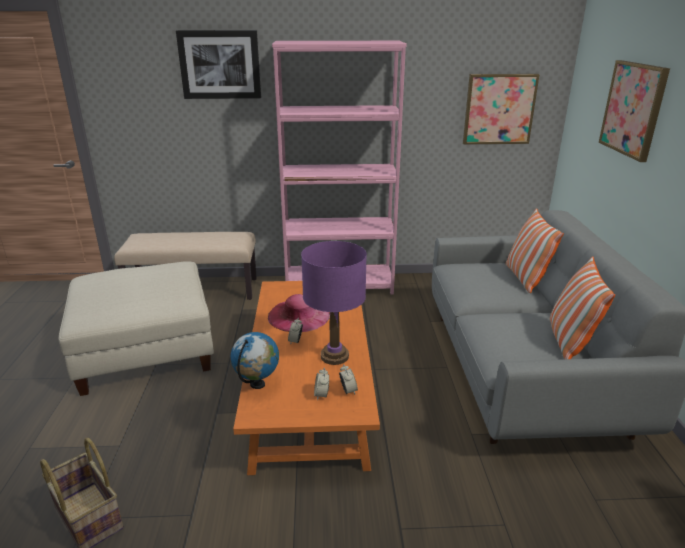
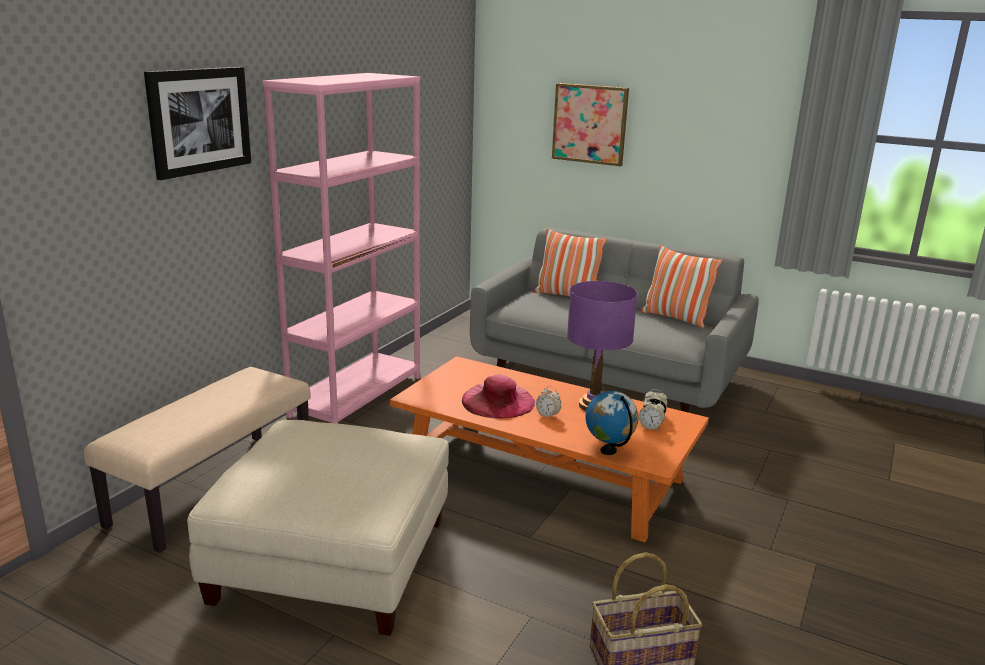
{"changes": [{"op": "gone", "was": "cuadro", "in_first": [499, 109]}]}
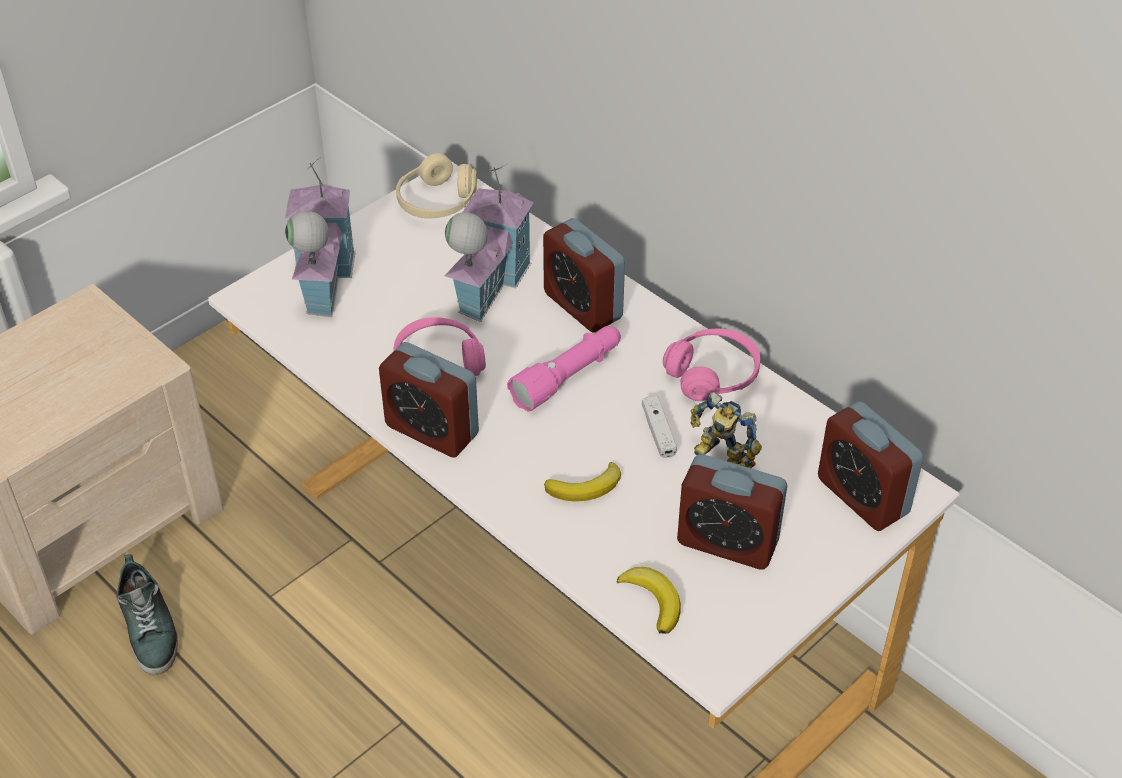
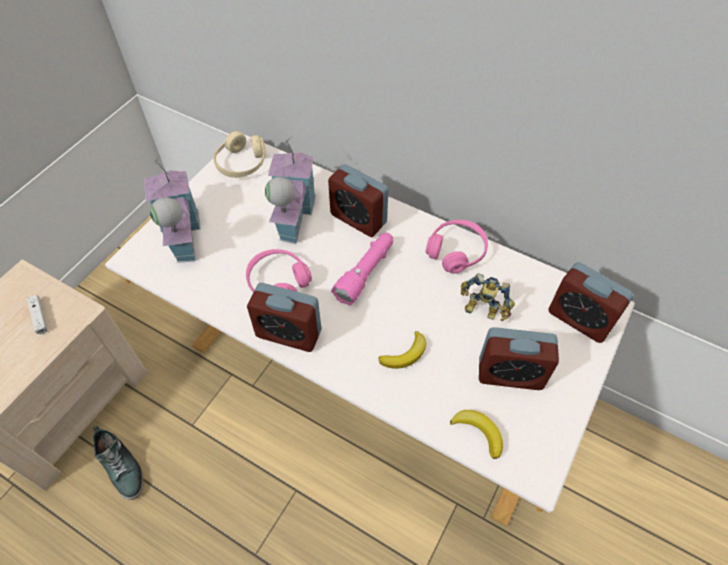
{"changes": [{"op": "shifted", "was": "mando de consola (blanco)", "in_first": [658, 432], "in_second": [39, 317]}]}
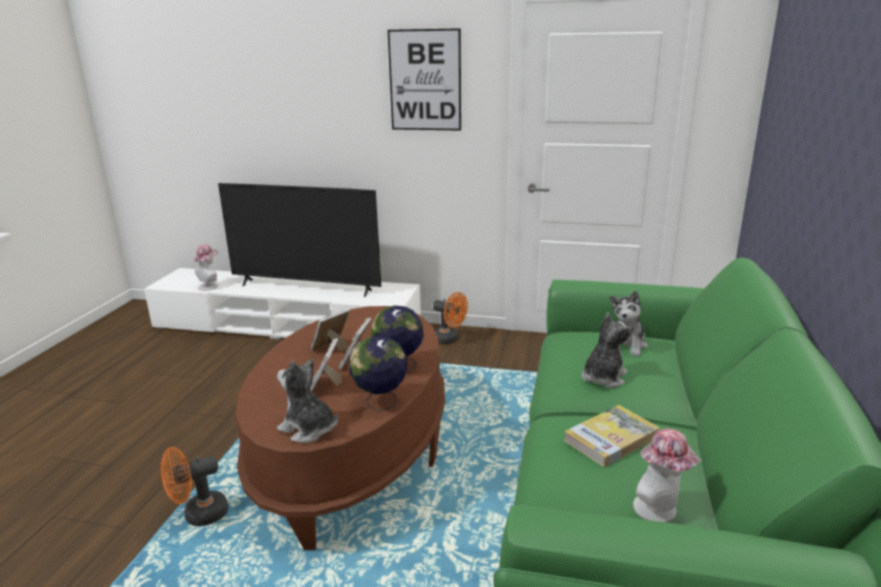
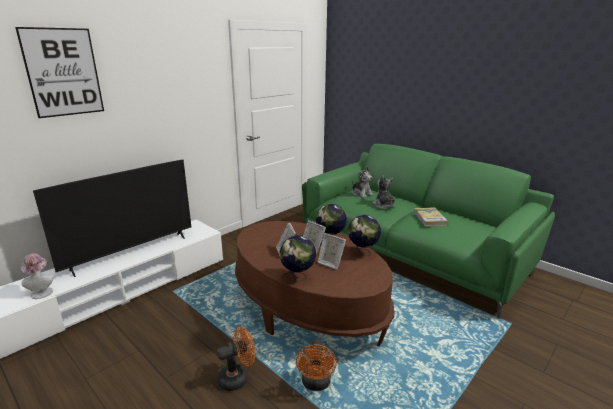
{"changes": [{"op": "gone", "was": "peluche", "in_first": [308, 429]}, {"op": "gone", "was": "sombrero", "in_first": [660, 511]}, {"op": "new", "now": "globo terráqueo", "in_second": [298, 278]}, {"op": "shifted", "was": "cuadro", "in_first": [425, 80], "in_second": [63, 72]}, {"op": "shifted", "was": "ventilador (naranja)", "in_first": [449, 339], "in_second": [238, 377]}]}
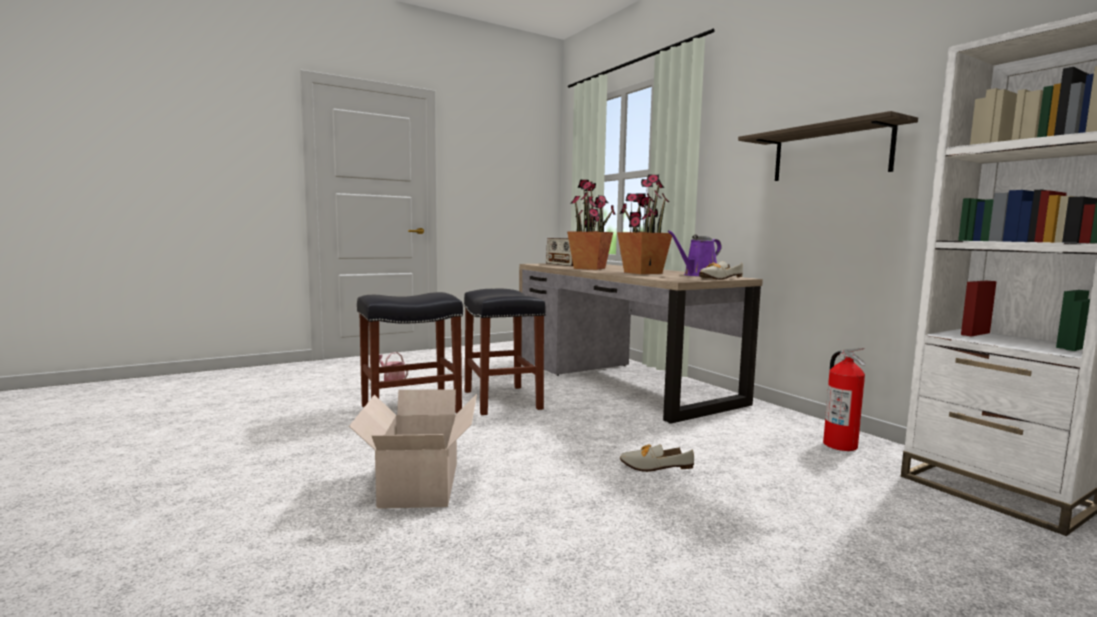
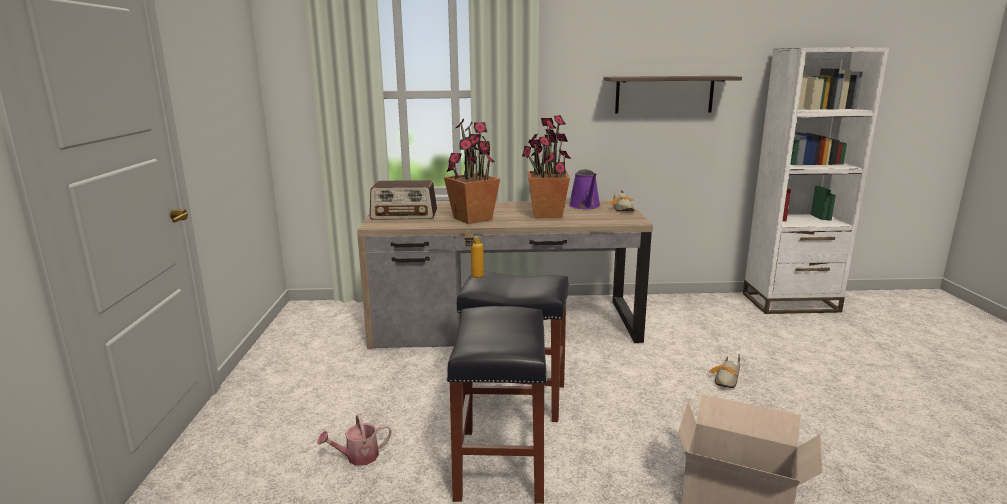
{"changes": [{"op": "gone", "was": "extintor", "in_first": [840, 445]}, {"op": "new", "now": "botella", "in_second": [474, 277]}]}
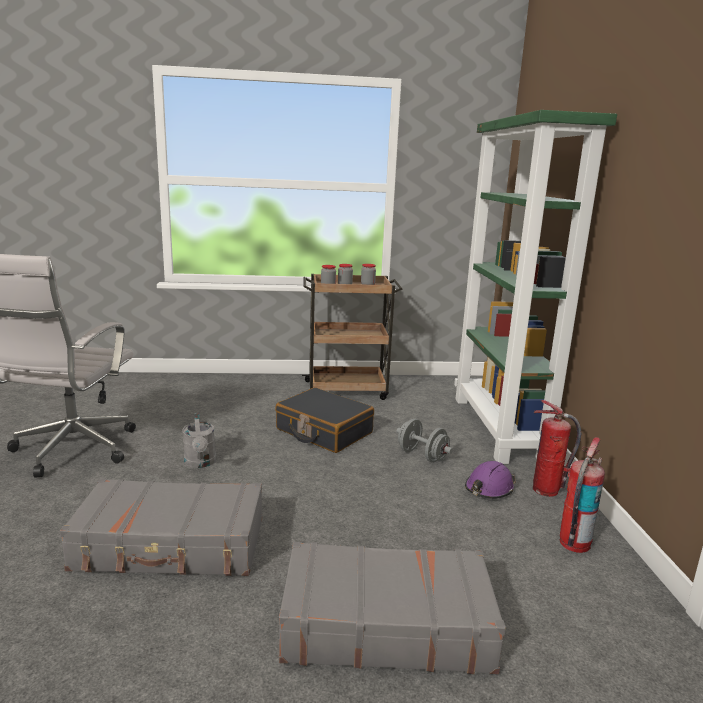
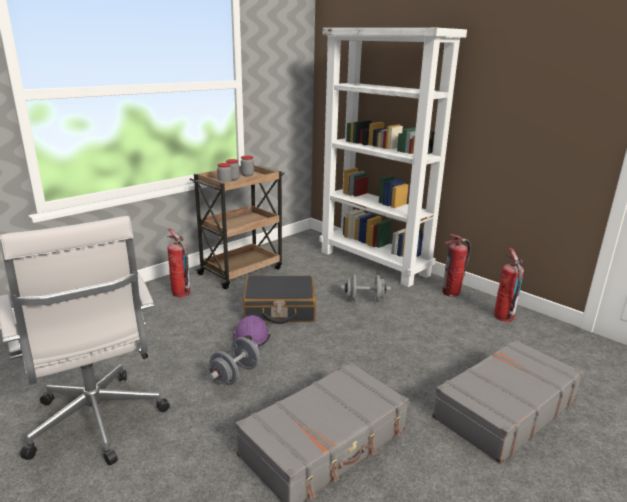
{"changes": [{"op": "new", "now": "extintor", "in_second": [181, 293]}, {"op": "shifted", "was": "casco (morado)", "in_first": [488, 489], "in_second": [251, 339]}, {"op": "swapped", "was": "regadera (gris)", "now": "mancuerna (gris)", "in_first": [200, 463], "in_second": [235, 375]}, {"op": "repainted", "was": "estantería (verde)", "now": "estantería (blanco)", "in_first": [499, 428], "in_second": [375, 263]}]}
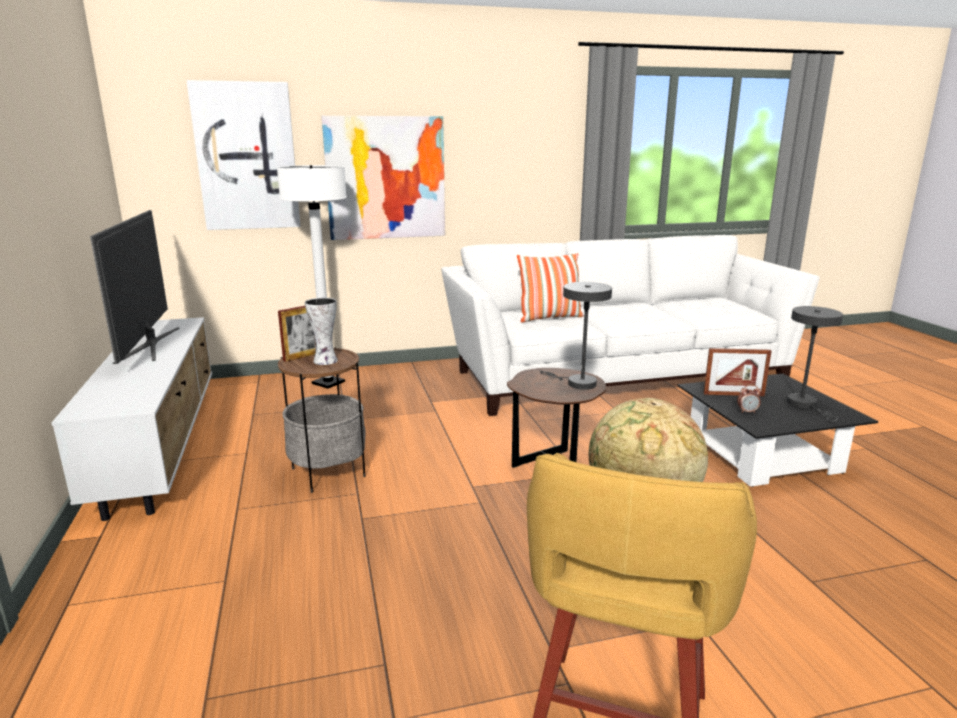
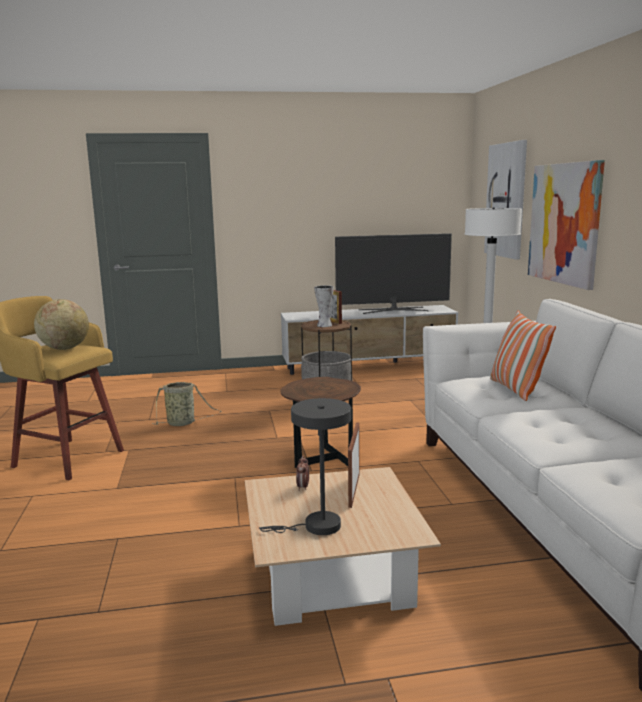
{"changes": [{"op": "gone", "was": "lámpara de mesa (gris)", "in_first": [577, 383]}, {"op": "new", "now": "cesta", "in_second": [183, 423]}, {"op": "repainted", "was": "mesa de centro (negro)", "now": "mesa de centro (beis)", "in_first": [762, 455], "in_second": [333, 575]}]}
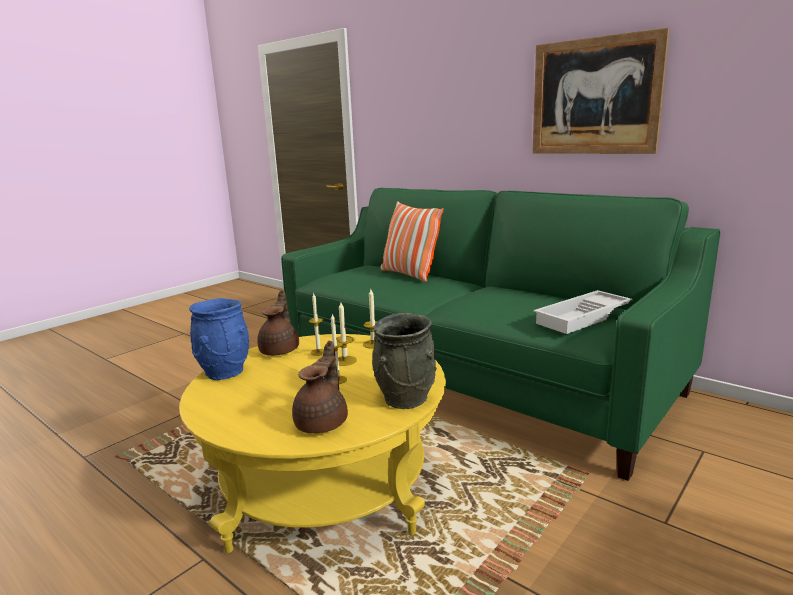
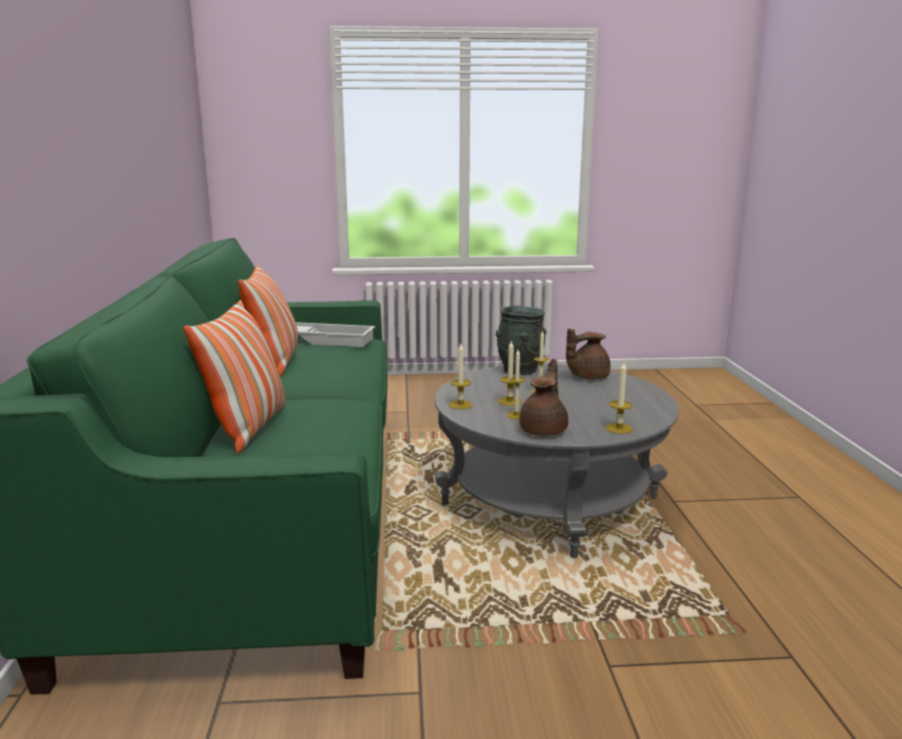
{"changes": [{"op": "gone", "was": "cuadro", "in_first": [594, 97]}, {"op": "new", "now": "cojín", "in_second": [275, 361]}, {"op": "swapped", "was": "florero (azul)", "now": "vela", "in_first": [225, 372], "in_second": [619, 428]}, {"op": "repainted", "was": "mesa de centro (amarillo)", "now": "mesa de centro (gris)", "in_first": [326, 485], "in_second": [549, 501]}, {"op": "rotated", "was": "tetera (marrón)", "in_first": [280, 350], "in_second": [544, 430], "clockwise": 150}]}
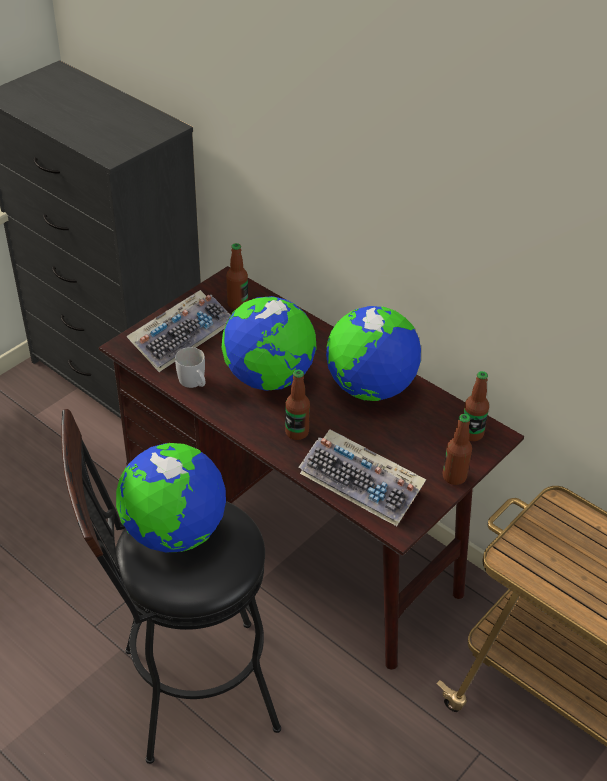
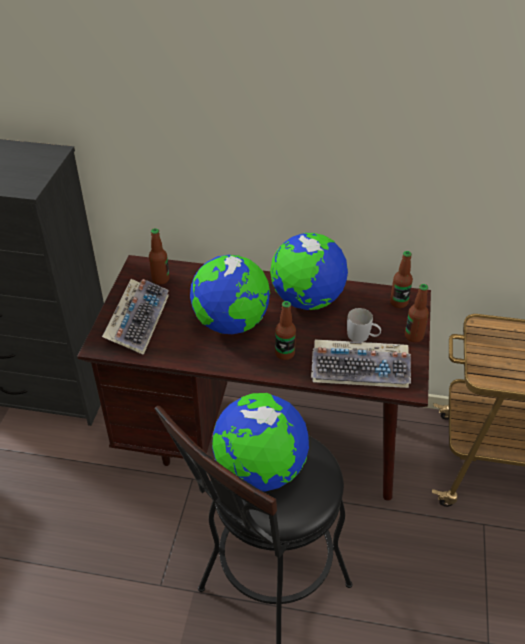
{"changes": [{"op": "shifted", "was": "taza grande (blanco)", "in_first": [194, 383], "in_second": [362, 337]}]}
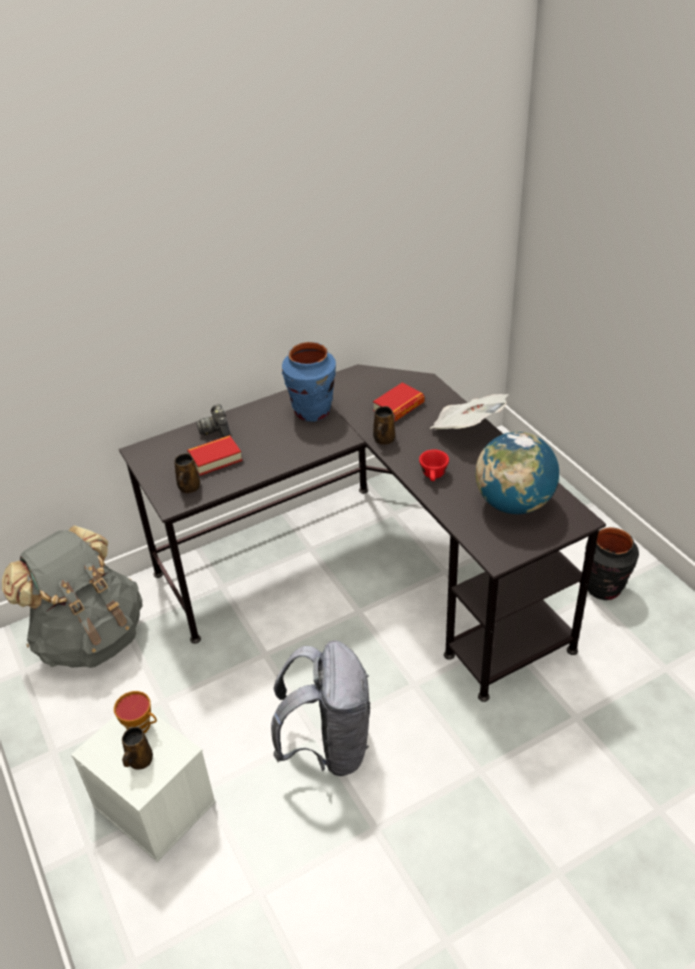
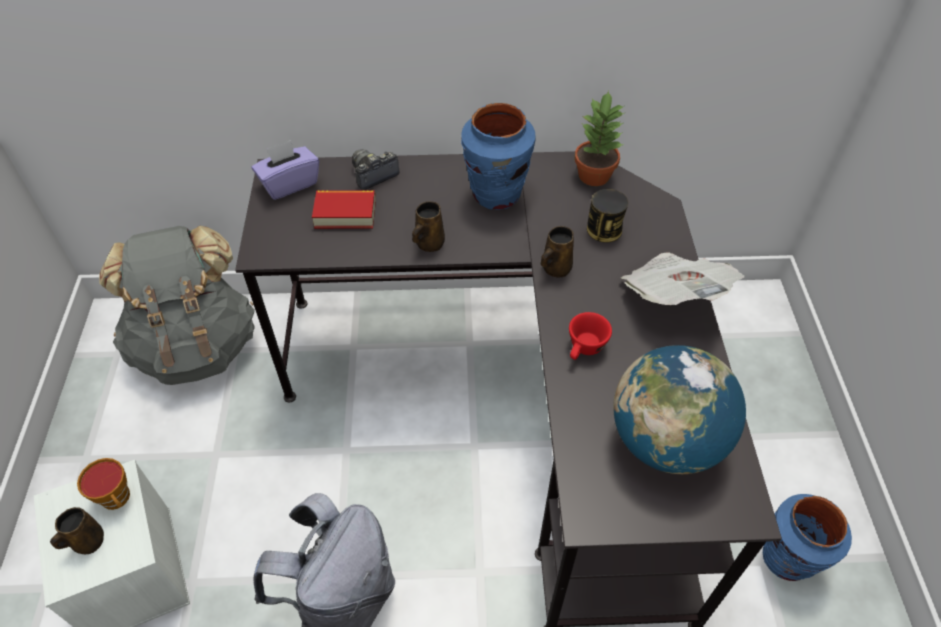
{"changes": [{"op": "new", "now": "caja de pañuelos (morado)", "in_second": [289, 184]}, {"op": "new", "now": "planta en maceta", "in_second": [595, 175]}, {"op": "shifted", "was": "taza grande (marrón)", "in_first": [188, 488], "in_second": [428, 244]}, {"op": "swapped", "was": "libro", "now": "lata", "in_first": [398, 407], "in_second": [604, 229]}, {"op": "repainted", "was": "florero (negro)", "now": "florero (azul)", "in_first": [604, 588], "in_second": [787, 558]}, {"op": "rotated", "was": "cámara", "in_first": [216, 429], "in_second": [373, 175], "clockwise": 45}]}
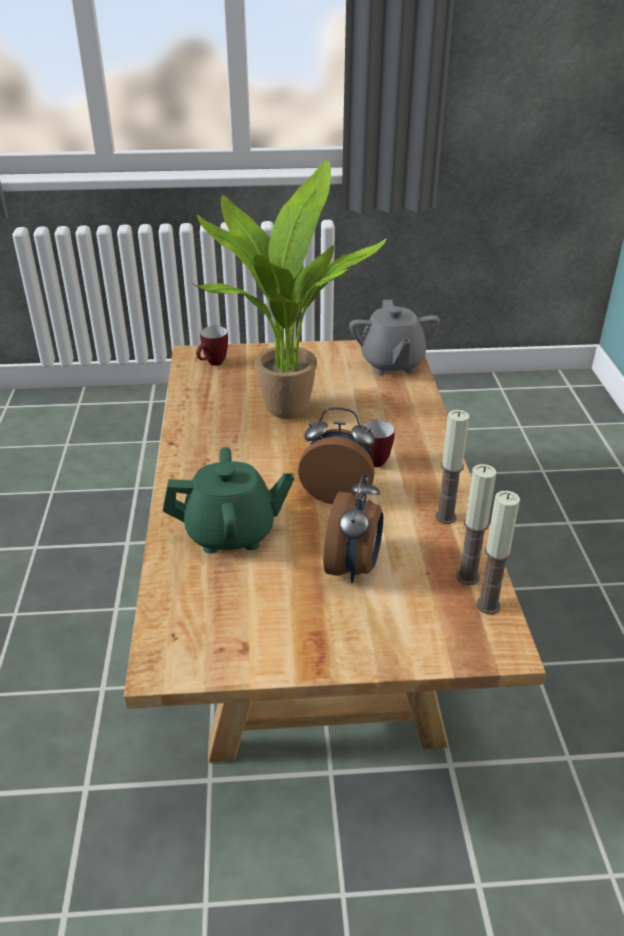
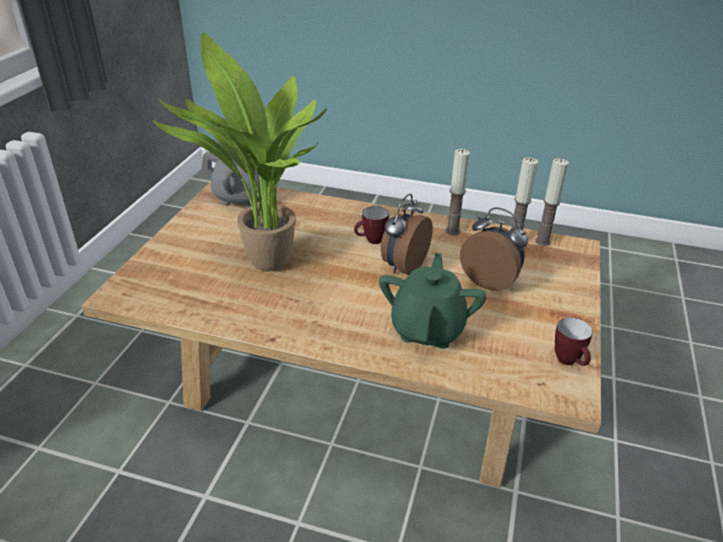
{"changes": [{"op": "shifted", "was": "taza grande", "in_first": [213, 364], "in_second": [569, 362]}]}
